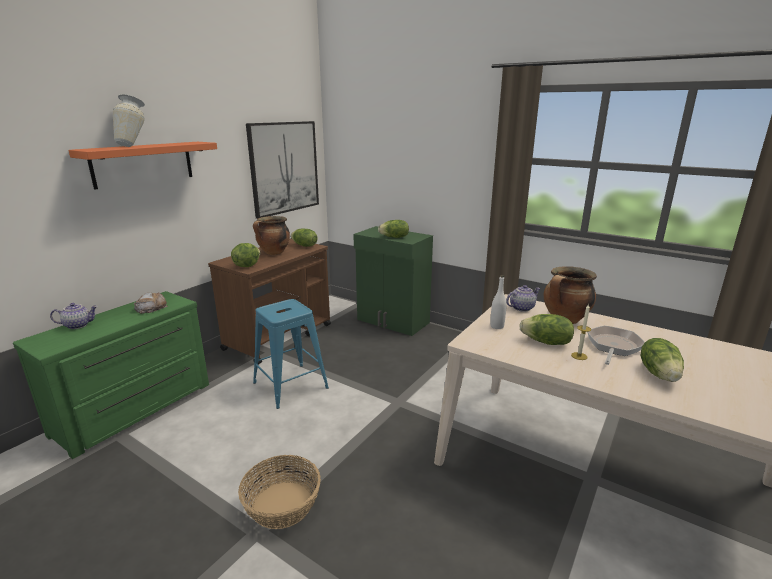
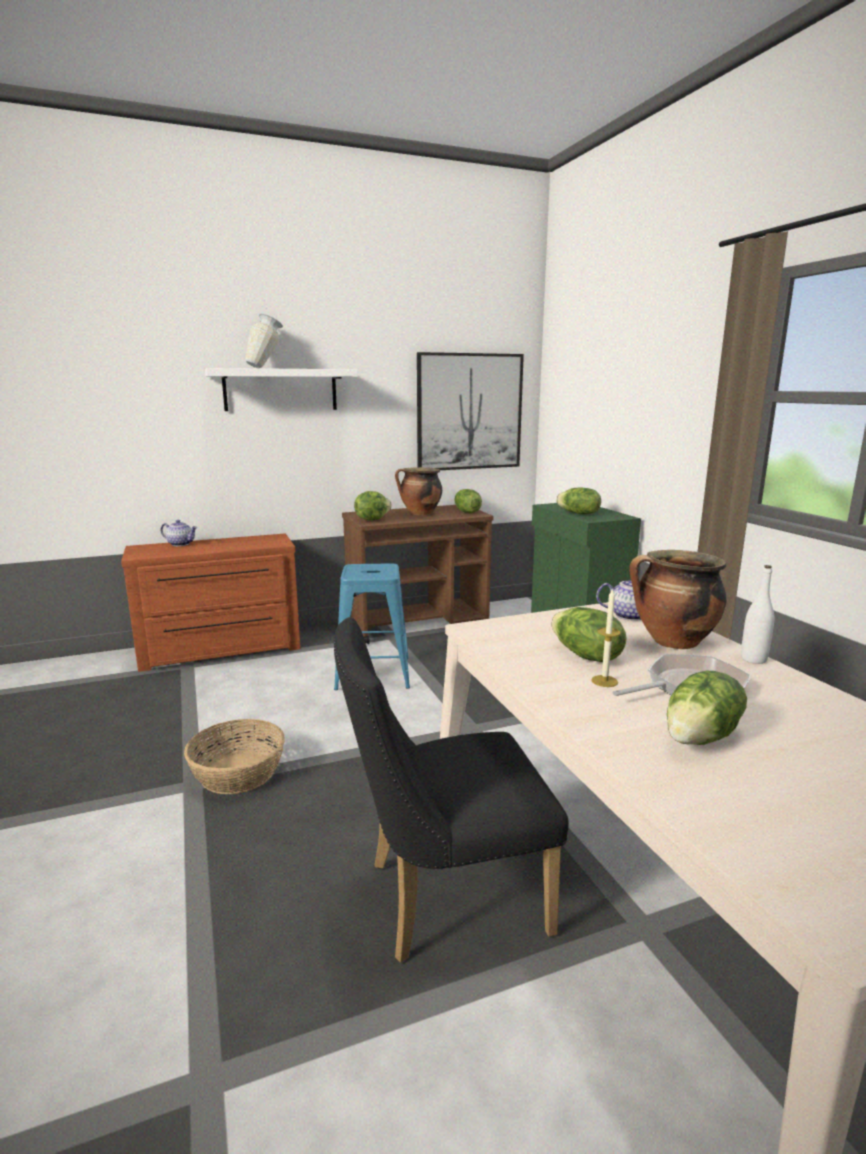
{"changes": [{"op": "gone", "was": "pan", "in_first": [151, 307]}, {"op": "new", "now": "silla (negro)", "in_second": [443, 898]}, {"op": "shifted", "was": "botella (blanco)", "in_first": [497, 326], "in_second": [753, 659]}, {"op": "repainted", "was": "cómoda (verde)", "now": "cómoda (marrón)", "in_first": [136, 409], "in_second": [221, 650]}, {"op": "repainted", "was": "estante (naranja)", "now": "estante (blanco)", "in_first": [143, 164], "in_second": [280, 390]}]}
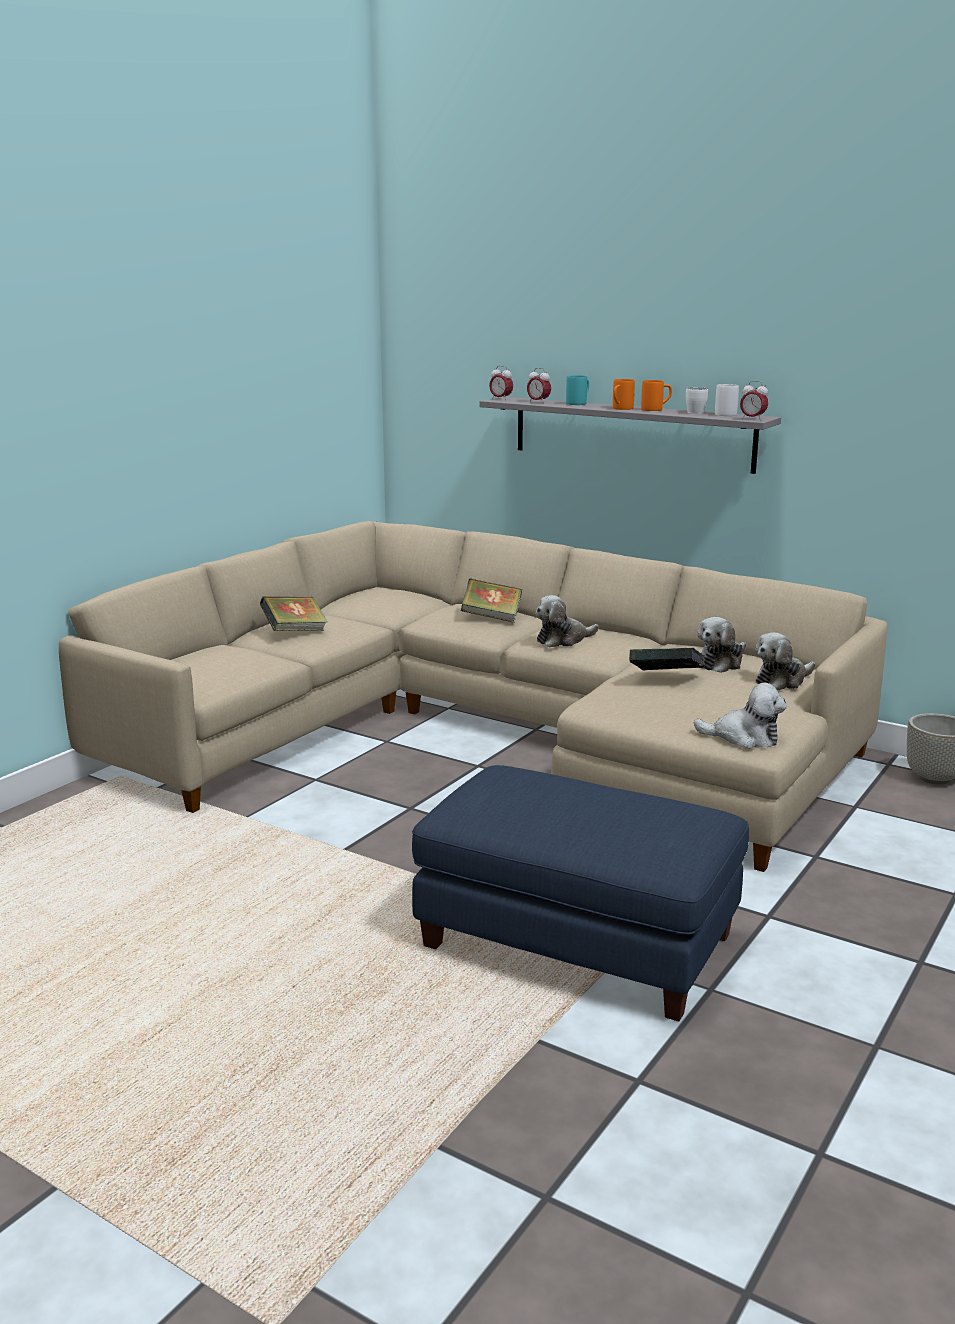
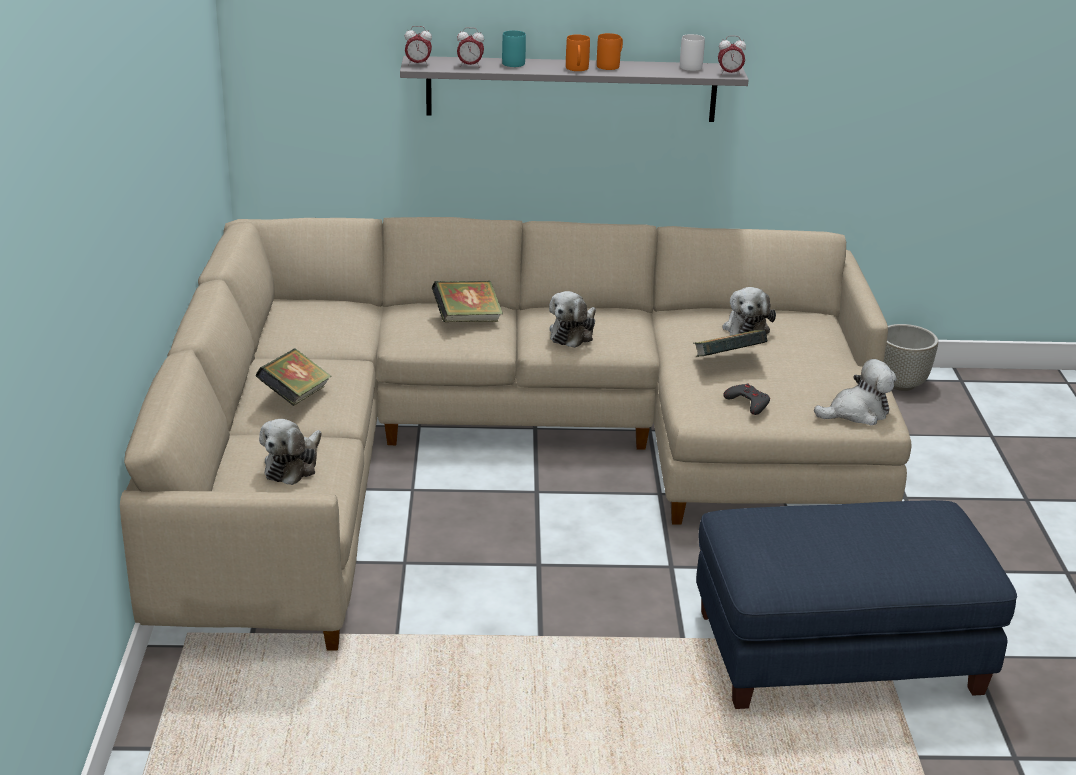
{"changes": [{"op": "gone", "was": "taza grande (blanco)", "in_first": [696, 412]}, {"op": "new", "now": "mando de consola (gris)", "in_second": [748, 403]}, {"op": "shifted", "was": "peluche", "in_first": [782, 681], "in_second": [293, 465]}]}
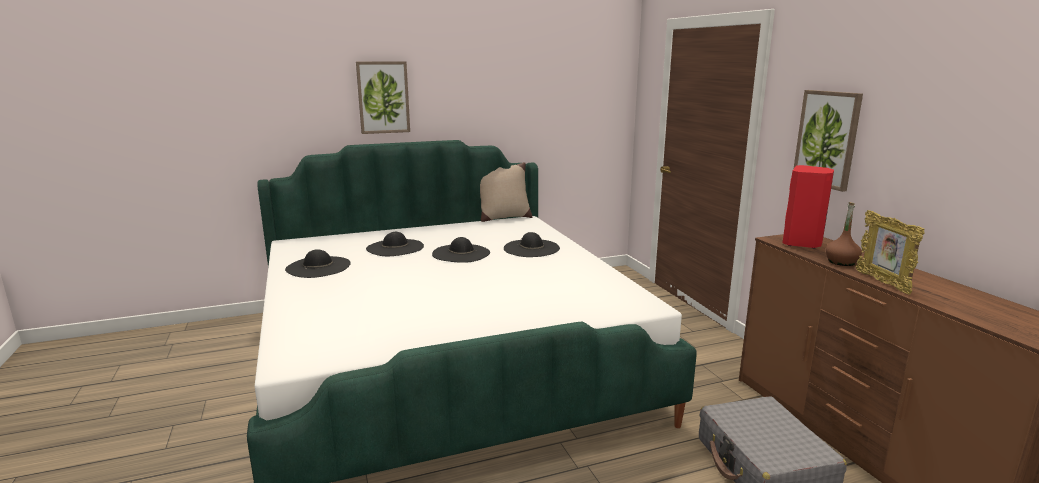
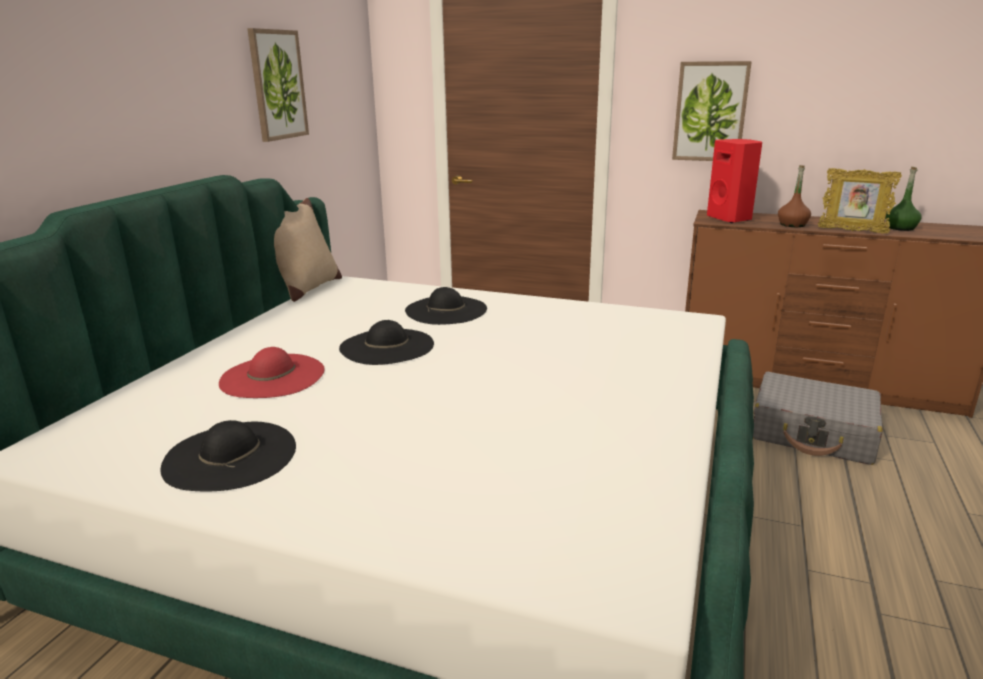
{"changes": [{"op": "new", "now": "botella (verde)", "in_second": [900, 228]}, {"op": "shifted", "was": "cuadro", "in_first": [383, 97], "in_second": [277, 85]}, {"op": "repainted", "was": "sombrero (negro)", "now": "sombrero (rojo)", "in_first": [395, 247], "in_second": [272, 376]}]}
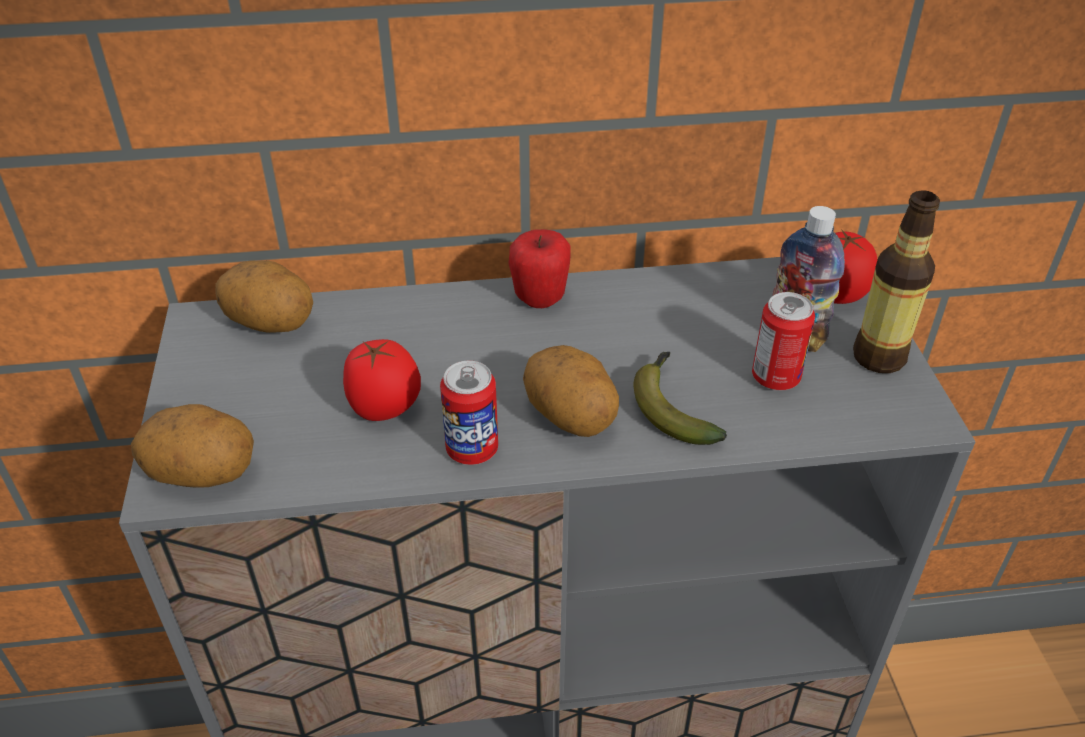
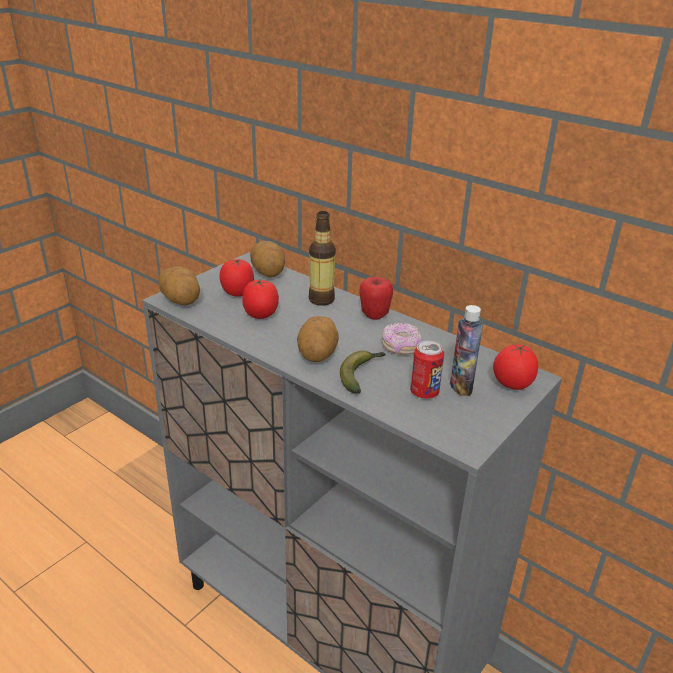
{"changes": [{"op": "gone", "was": "lata", "in_first": [472, 449]}, {"op": "new", "now": "tomate", "in_second": [237, 293]}, {"op": "new", "now": "rosquilla", "in_second": [401, 347]}, {"op": "shifted", "was": "botella", "in_first": [878, 357], "in_second": [321, 300]}]}
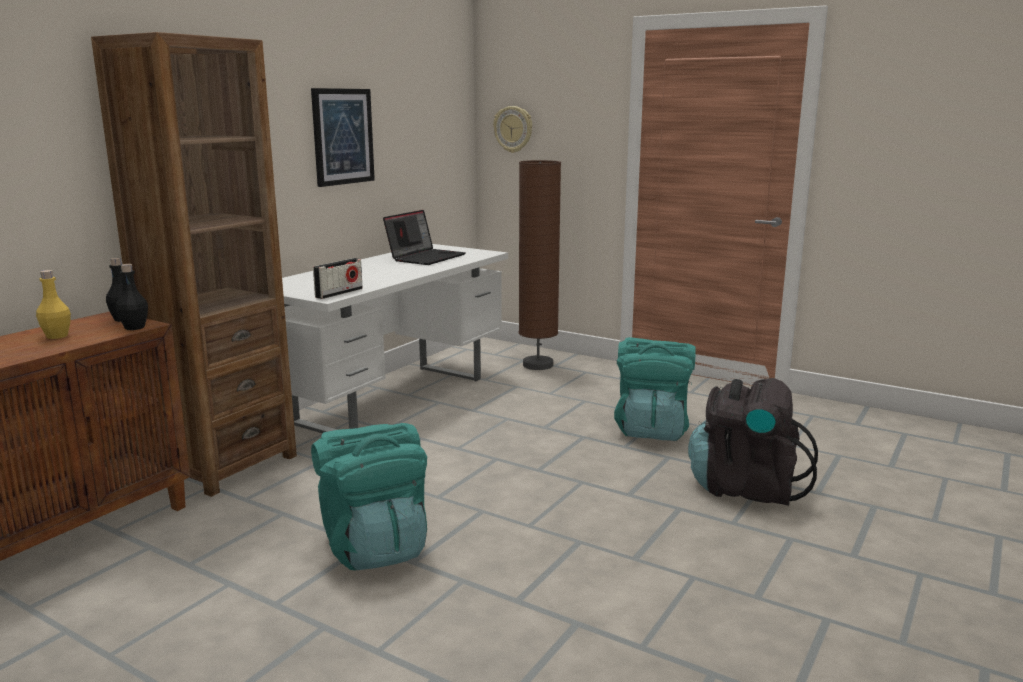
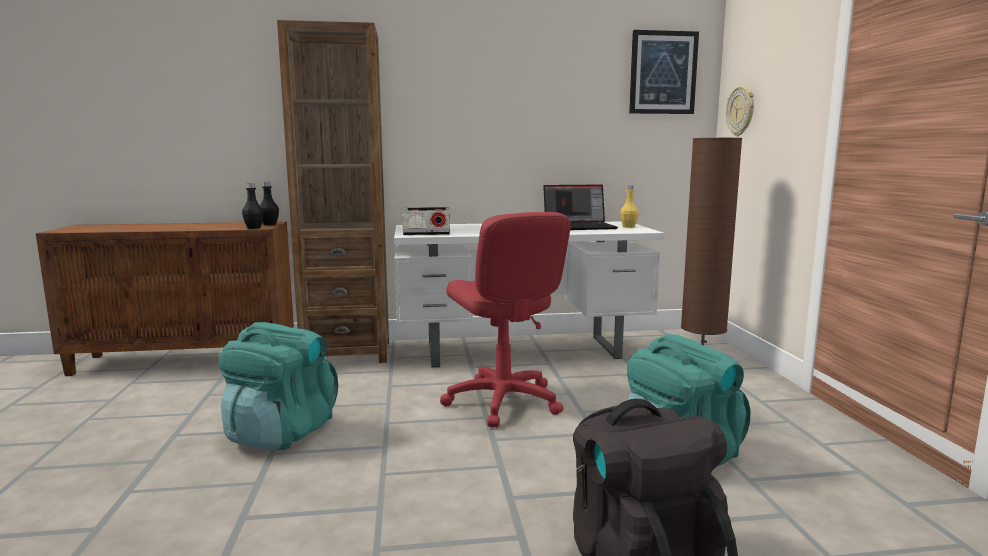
{"changes": [{"op": "new", "now": "silla de oficina (rojo)", "in_second": [503, 402]}, {"op": "shifted", "was": "botella (amarillo)", "in_first": [57, 336], "in_second": [628, 227]}, {"op": "shifted", "was": "cuadro", "in_first": [342, 136], "in_second": [663, 73]}]}
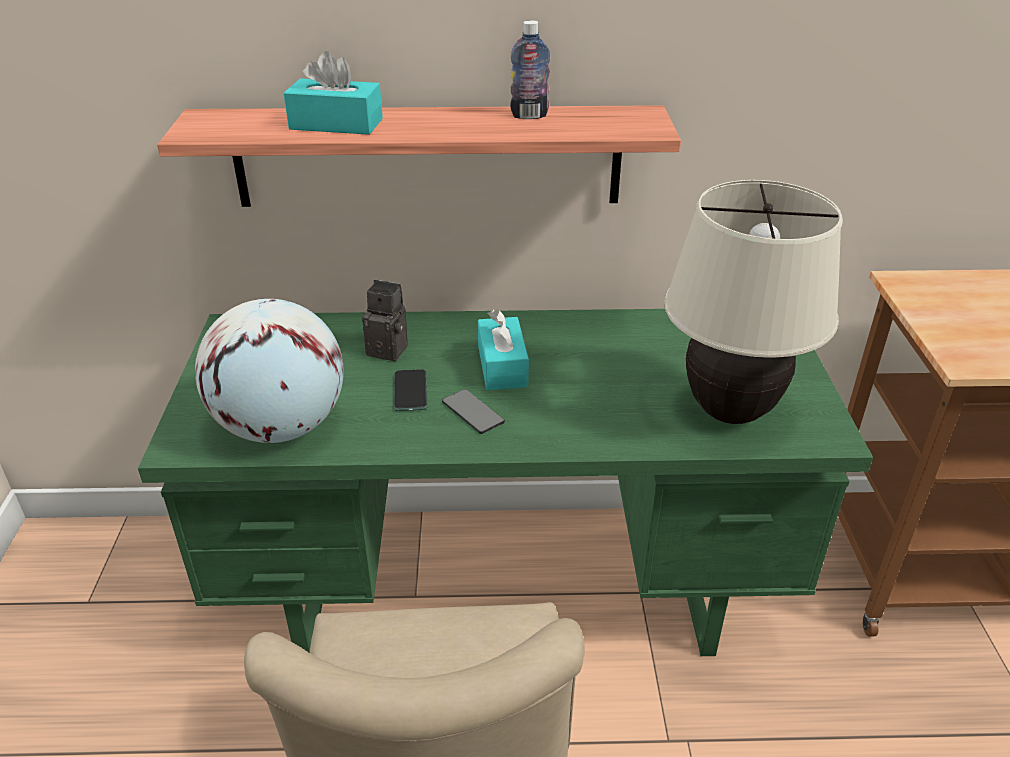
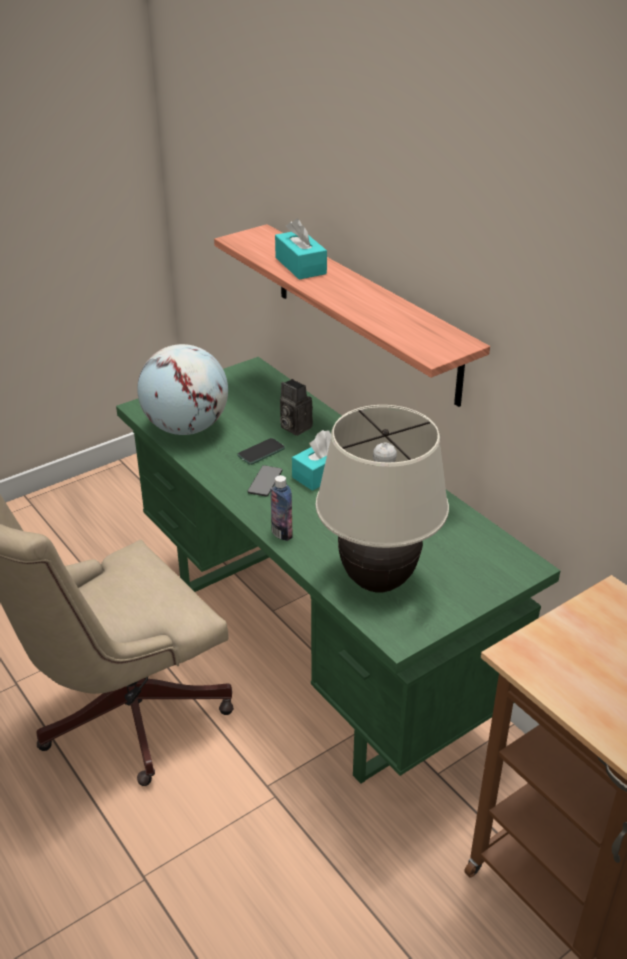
{"changes": [{"op": "shifted", "was": "botella", "in_first": [529, 115], "in_second": [282, 533]}, {"op": "rotated", "was": "cámara", "in_first": [390, 349], "in_second": [293, 427], "clockwise": 150}]}
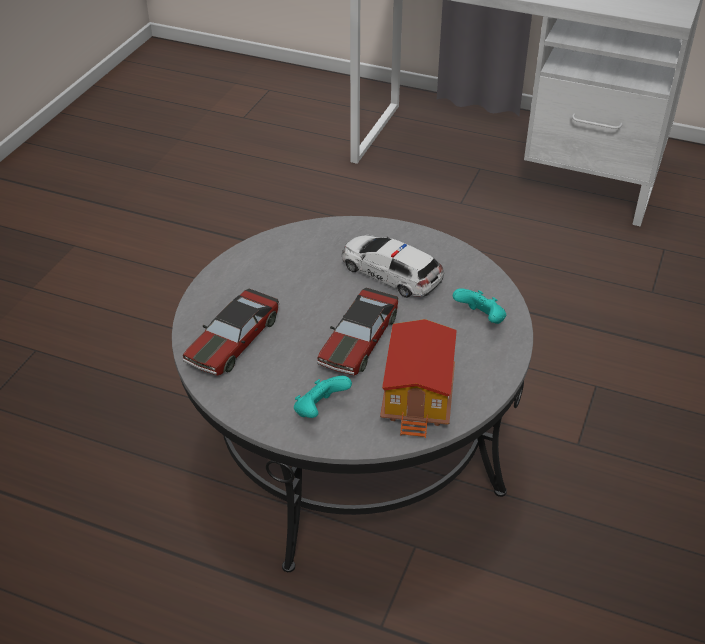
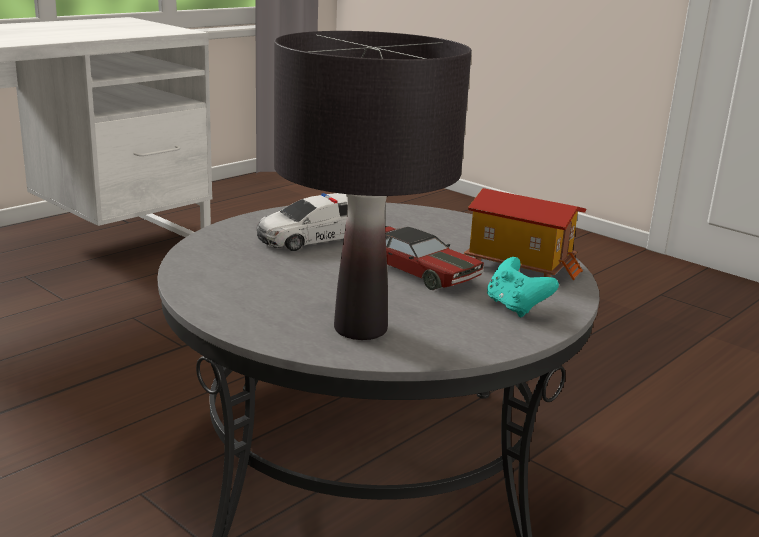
{"changes": [{"op": "gone", "was": "mando de consola (turquesa)", "in_first": [480, 319]}, {"op": "swapped", "was": "coche de juguete", "now": "lámpara de mesa (negro)", "in_first": [233, 341], "in_second": [360, 328]}]}
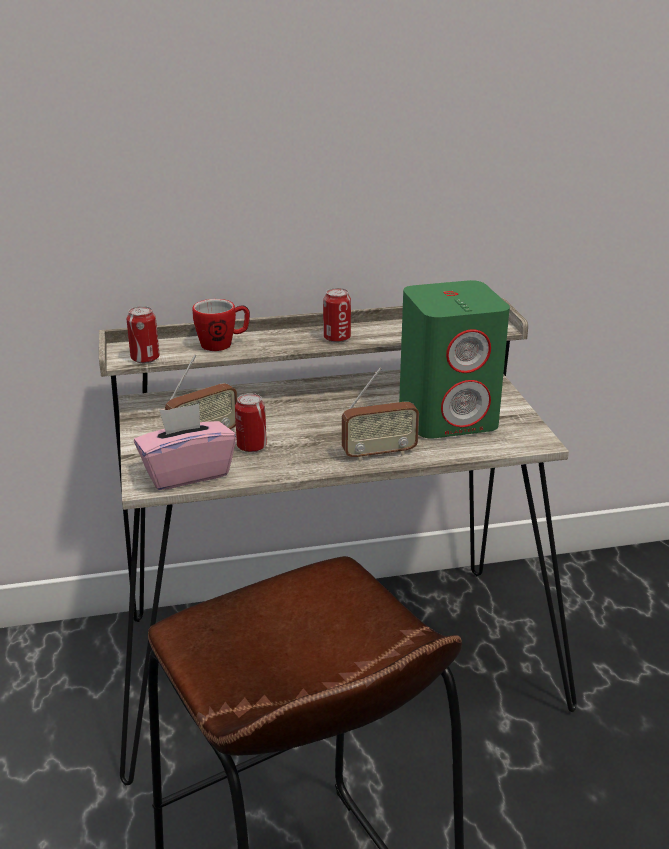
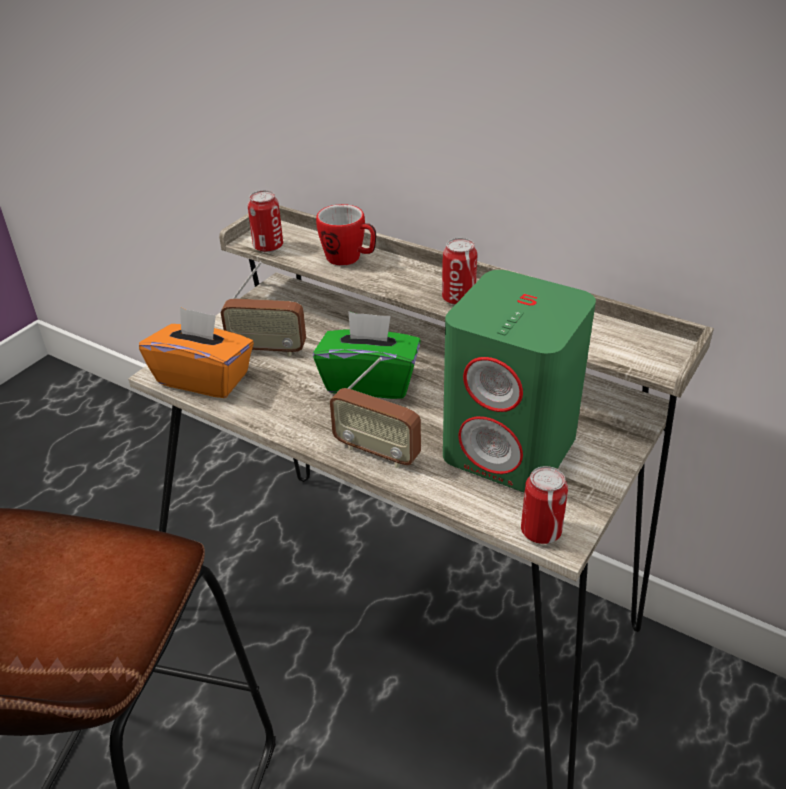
{"changes": [{"op": "new", "now": "caja de pañuelos (verde)", "in_second": [370, 382]}, {"op": "shifted", "was": "lata", "in_first": [251, 446], "in_second": [541, 531]}, {"op": "repainted", "was": "caja de pañuelos (rosa)", "now": "caja de pañuelos (naranja)", "in_first": [187, 473], "in_second": [204, 378]}]}
